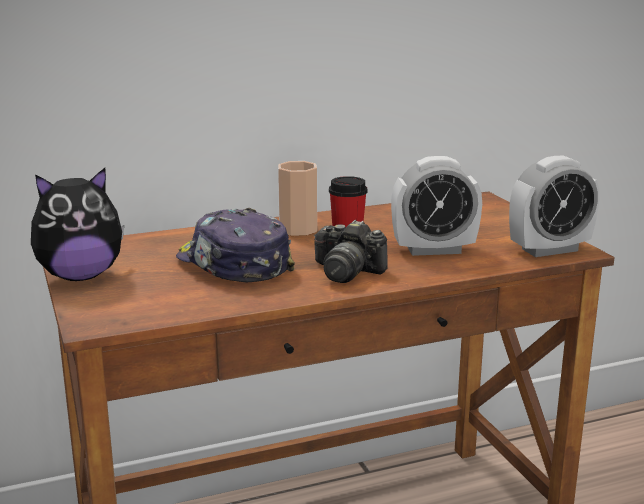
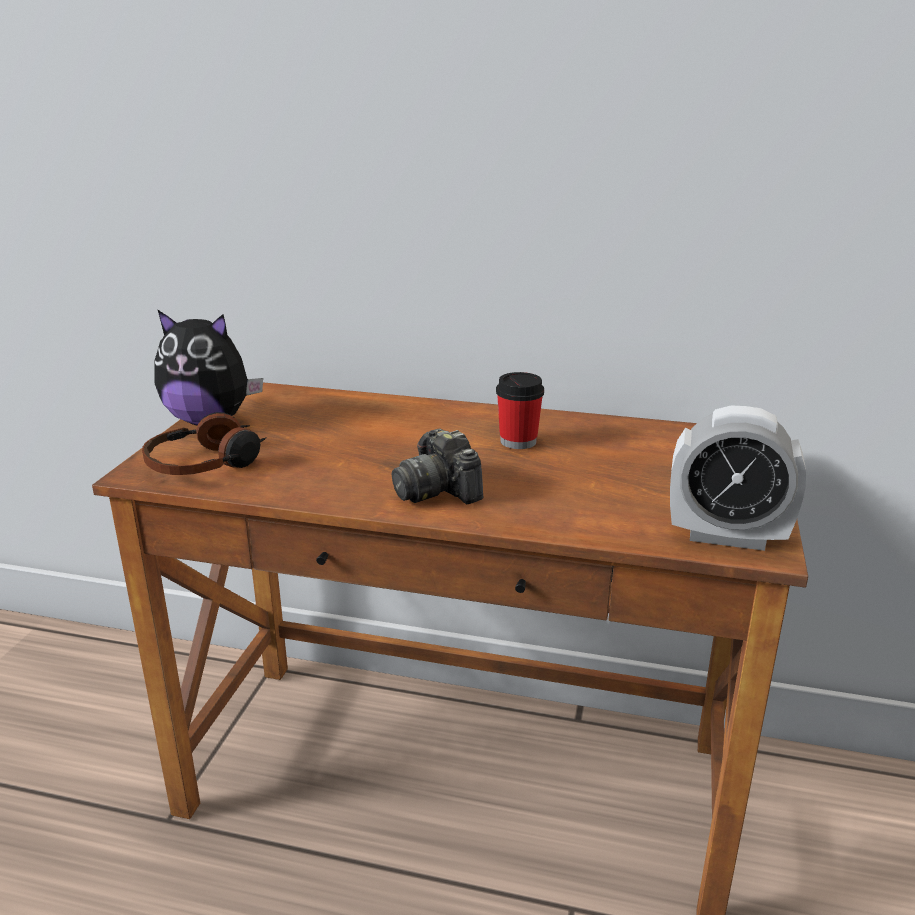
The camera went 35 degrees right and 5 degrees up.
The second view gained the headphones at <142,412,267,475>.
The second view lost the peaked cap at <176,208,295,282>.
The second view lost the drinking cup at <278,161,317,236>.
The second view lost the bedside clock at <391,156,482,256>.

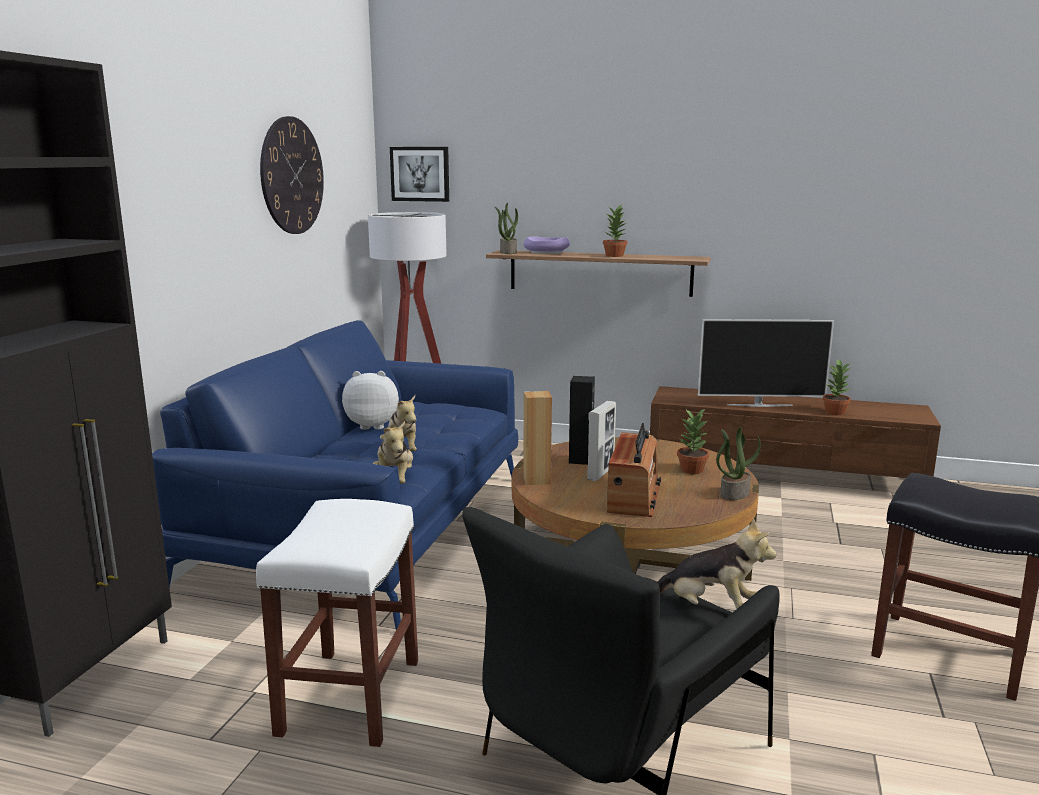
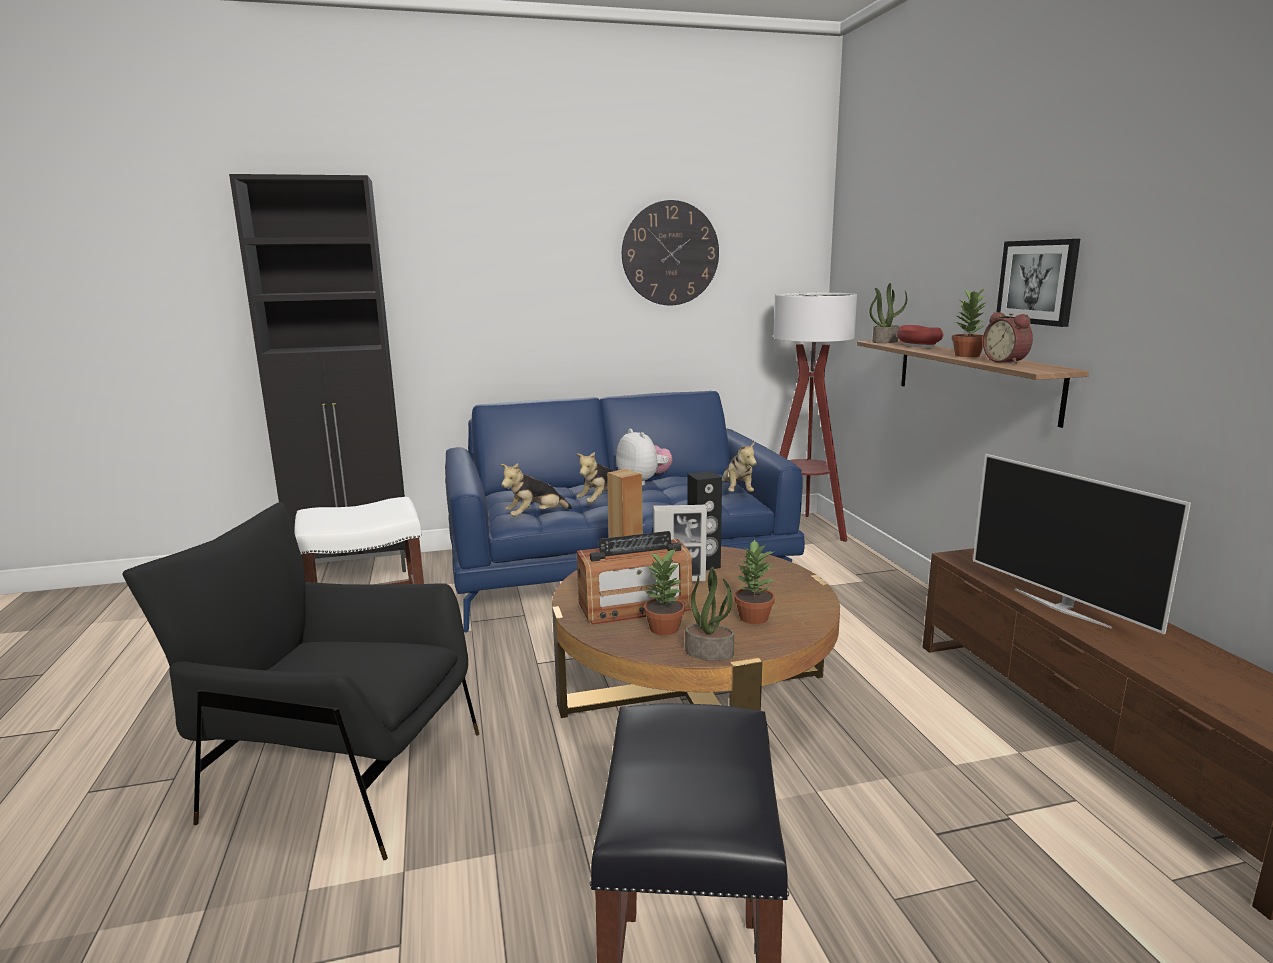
The camera went 60 degrees right and 0 degrees up.
The plant in a pot ended up elsewhere, having gone from <823,359,851,416> to <644,548,685,635>.
The plush toy ended up elsewhere, having gone from <657,519,776,609> to <722,441,757,492>.
What was the purple serving bowl at <523,236,570,254> turned into the red serving bowl at <897,325,943,348>.
The second view gained the bedside clock at <983,312,1033,364>.
The wall art ended up elsewhere, having gone from <390,147,449,202> to <996,239,1080,327>.

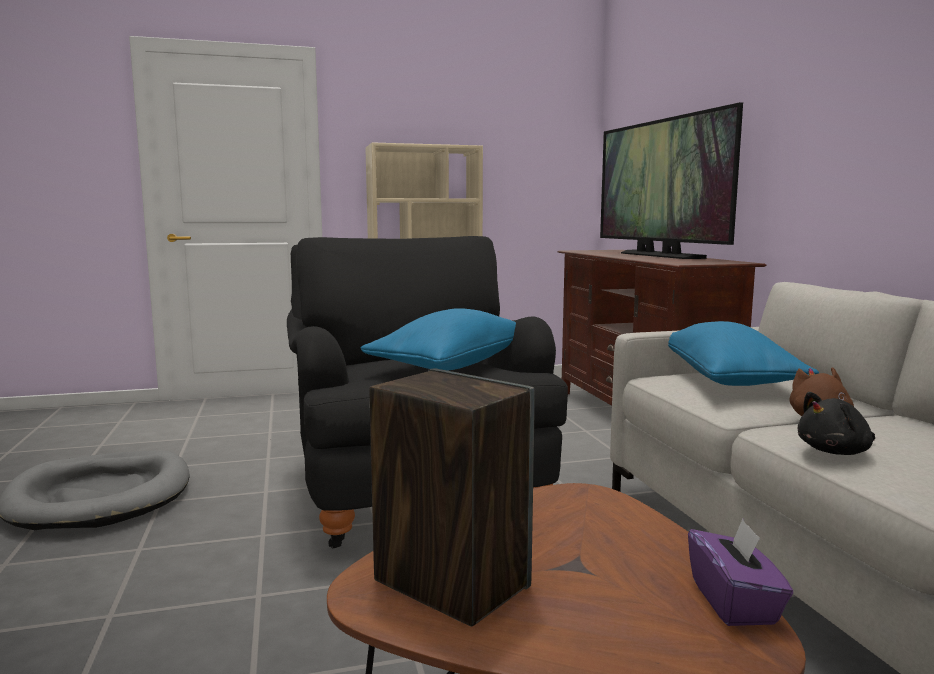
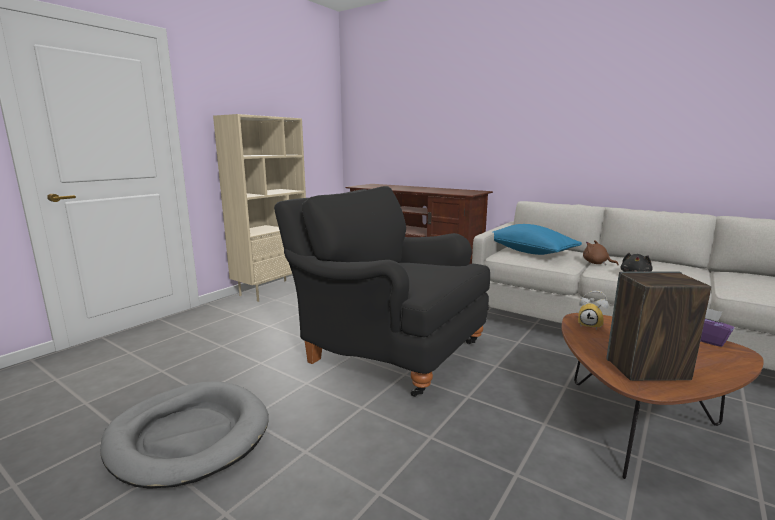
The camera went 40 degrees left and 5 degrees up.
The second view gained the bedside clock at <578,291,609,330>.
The second view lost the blue throw pillow at <361,308,516,370>.
The second view lost the television at <600,102,743,259>.

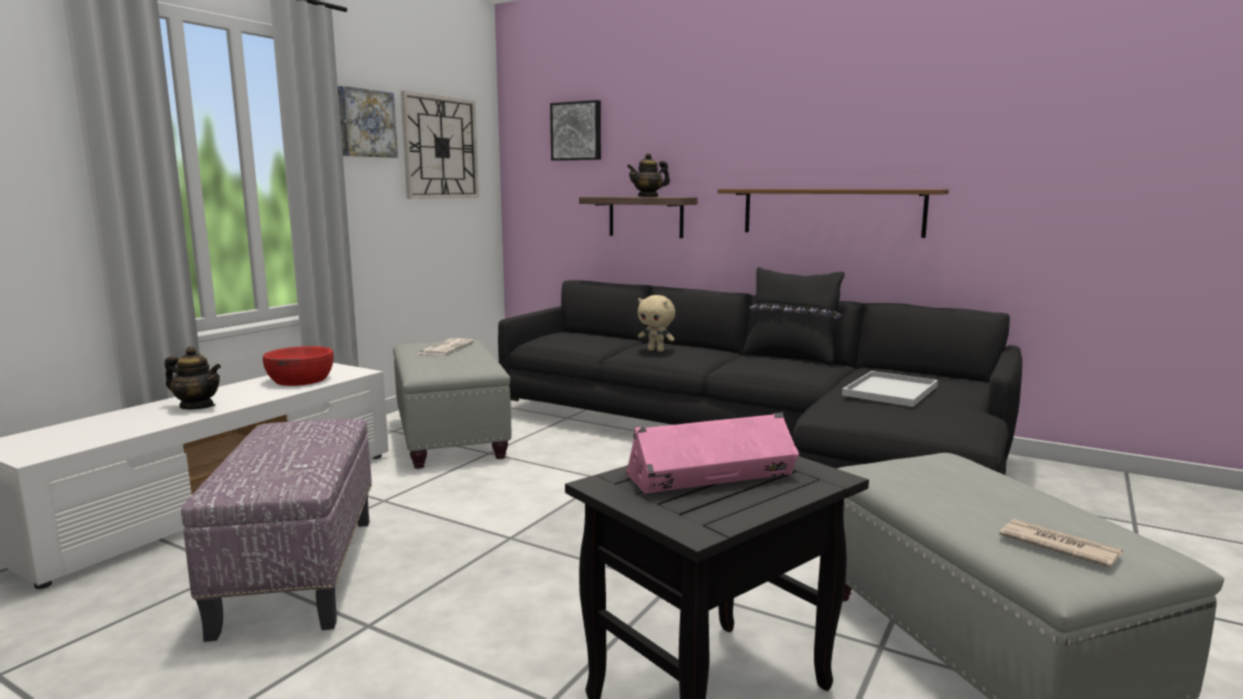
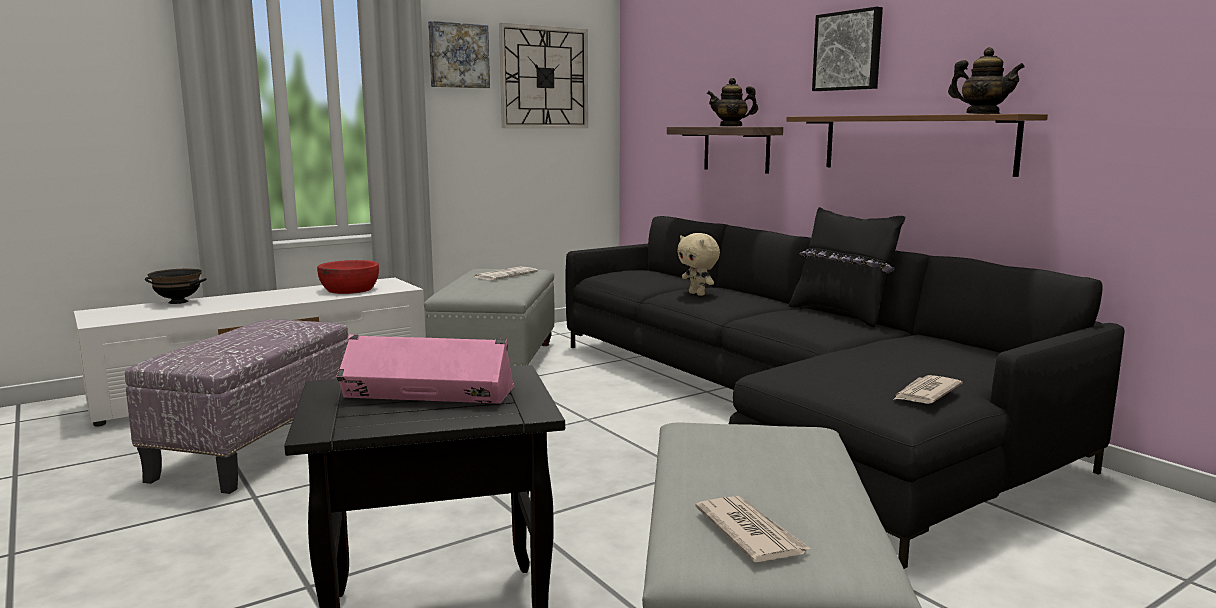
The camera went 25 degrees right and 0 degrees up.
The second view gained the black serving bowl at <145,269,207,304>.
The wall art ended up elsewhere, having gone from <550,100,601,161> to <812,7,883,91>.
The second view gained the newspaper at <893,375,962,404>.
The tea pot ended up elsewhere, having gone from <165,347,221,409> to <948,47,1025,114>.
The second view lost the white-coloured carrying tray at <842,371,938,407>.

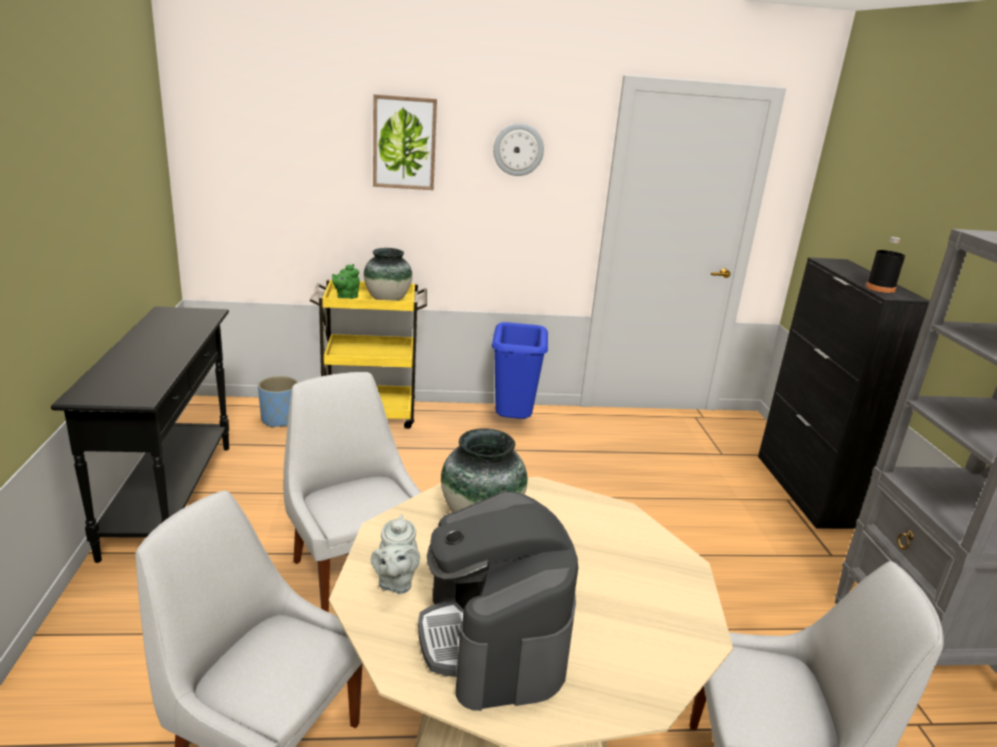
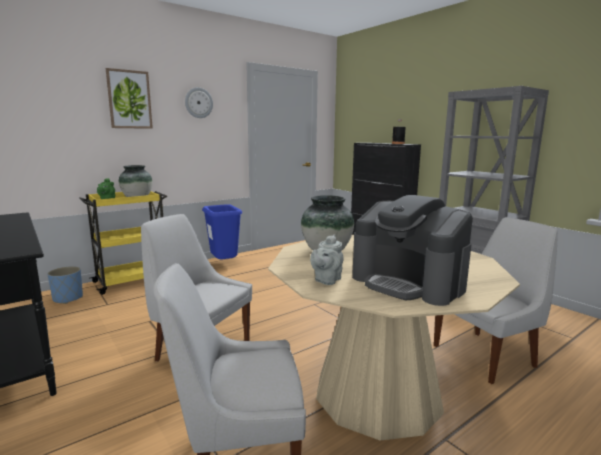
The camera went 30 degrees left and 10 degrees down.
The grey tea pot at <371,514,420,594> ended up facing another way, 60 degrees clockwise from before.

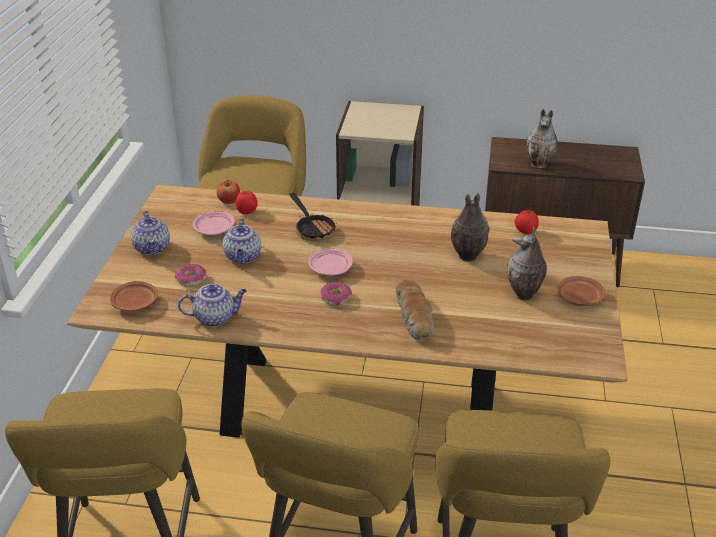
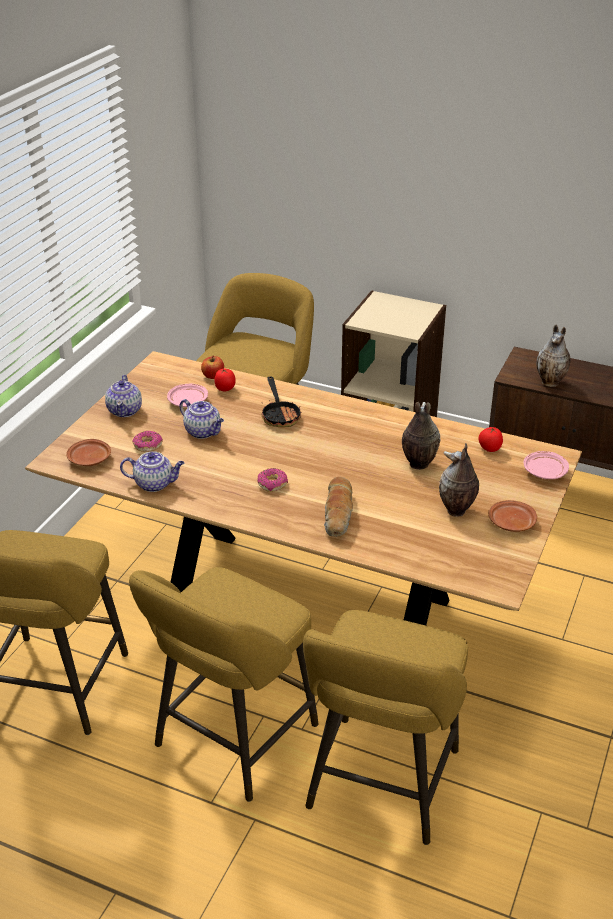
The camera went 15 degrees right and 0 degrees up.
The tea pot at <223,218,261,264> ended up facing another way, 60 degrees counterclockwise from before.
The pinkish plate ended up elsewhere, having gone from <308,248,353,276> to <524,451,569,479>.

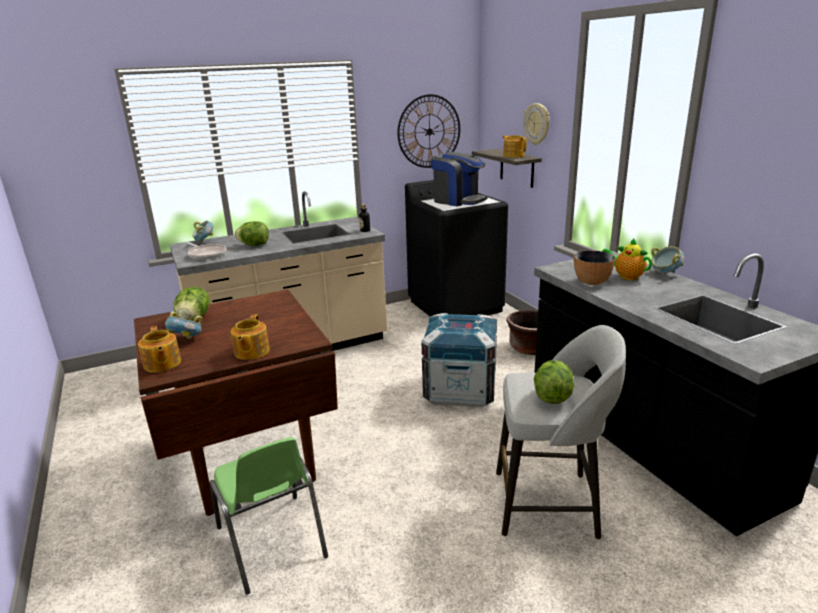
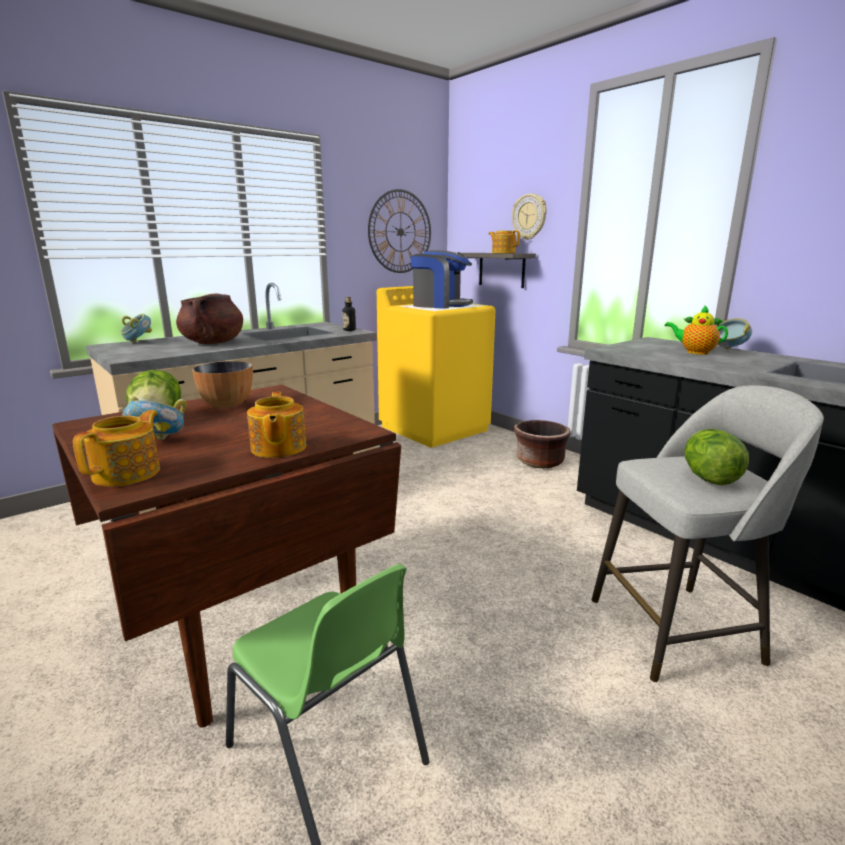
The camera went 15 degrees left and 5 degrees down.
The tea pot at <138,326,181,373> ended up facing another way, 120 degrees counterclockwise from before.
Where the lettuce stood at <235,221,269,246>, the brown cooking pot came to stand at <176,293,243,344>.
The serving bowl ended up elsewhere, having gone from <574,251,615,285> to <192,361,253,408>.
What was the black laundry appliance at <405,180,508,316> turned into the yellowish laundry appliance at <377,286,495,448>.
The second view lost the pan at <186,242,227,260>.
The second view lost the packing crate at <421,313,497,407>.

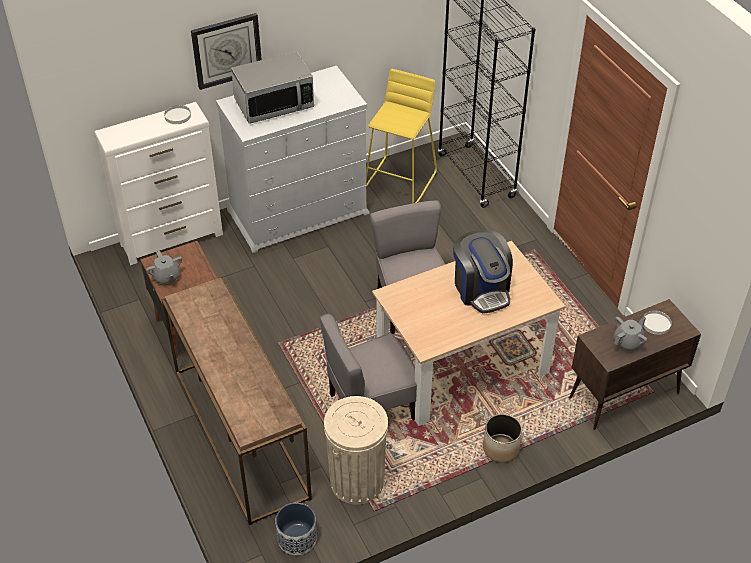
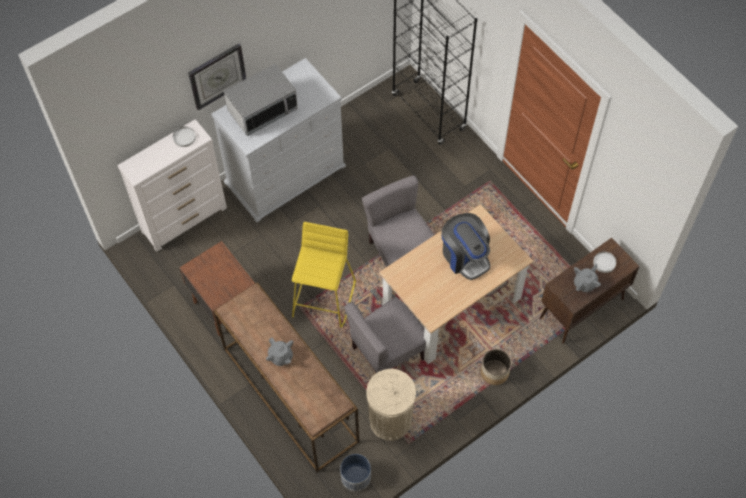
The camera went 10 degrees left and 15 degrees up.
The grey tea pot ended up elsewhere, having gone from <146,251,182,285> to <266,338,294,366>.
The yellowish stool ended up elsewhere, having gone from <366,69,437,203> to <292,222,356,328>.

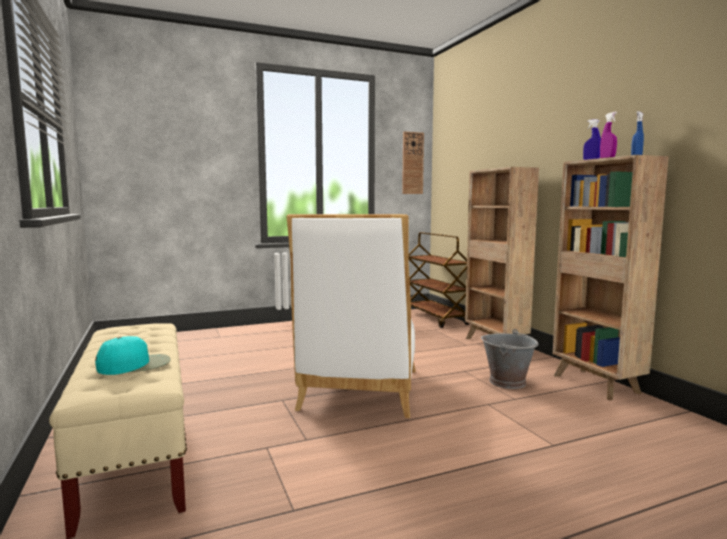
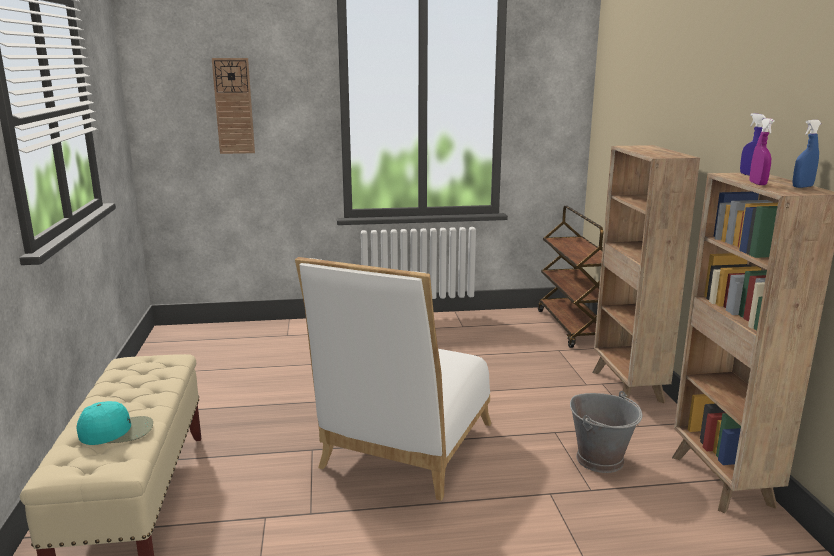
The camera went 15 degrees right and 10 degrees up.
The clock on the wall ended up elsewhere, having gone from <402,131,424,194> to <212,58,255,154>.

